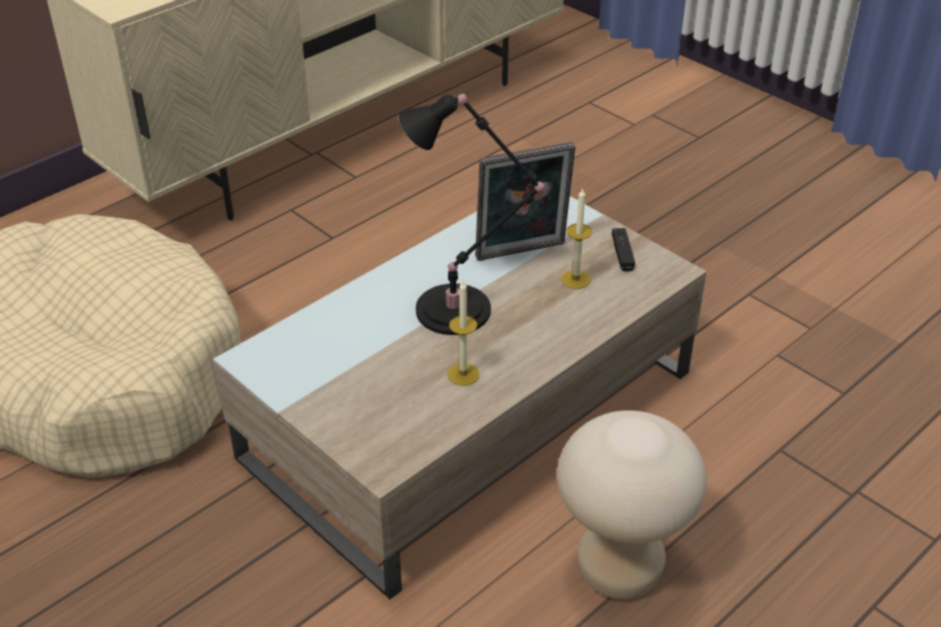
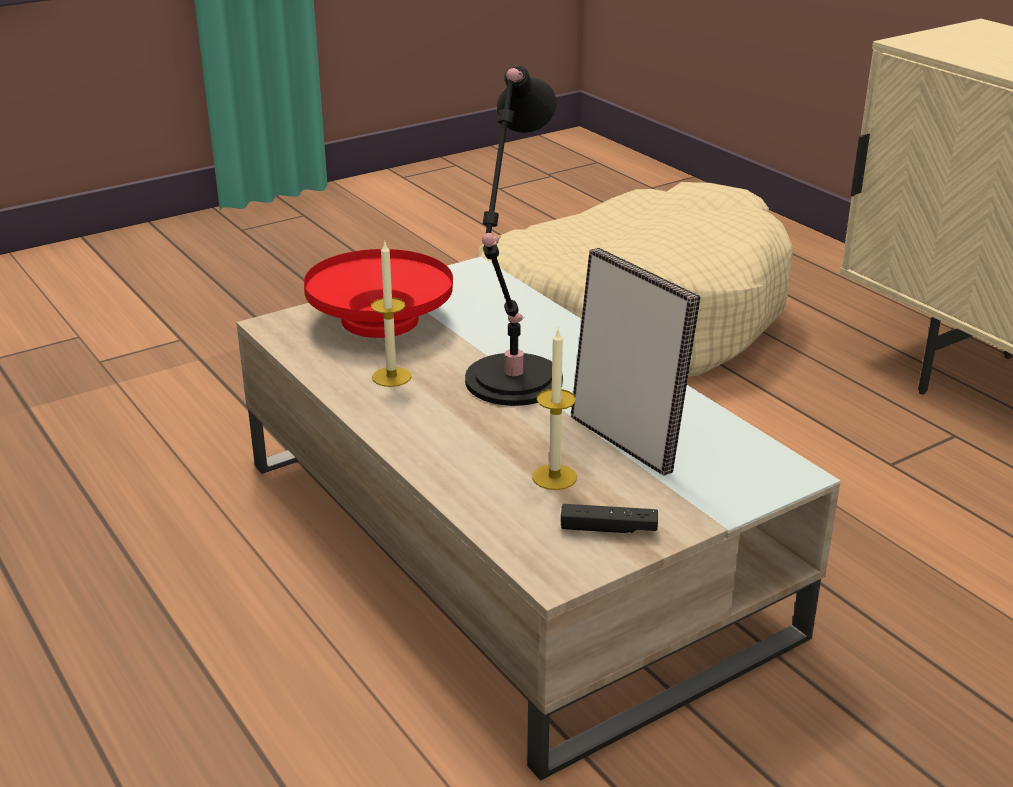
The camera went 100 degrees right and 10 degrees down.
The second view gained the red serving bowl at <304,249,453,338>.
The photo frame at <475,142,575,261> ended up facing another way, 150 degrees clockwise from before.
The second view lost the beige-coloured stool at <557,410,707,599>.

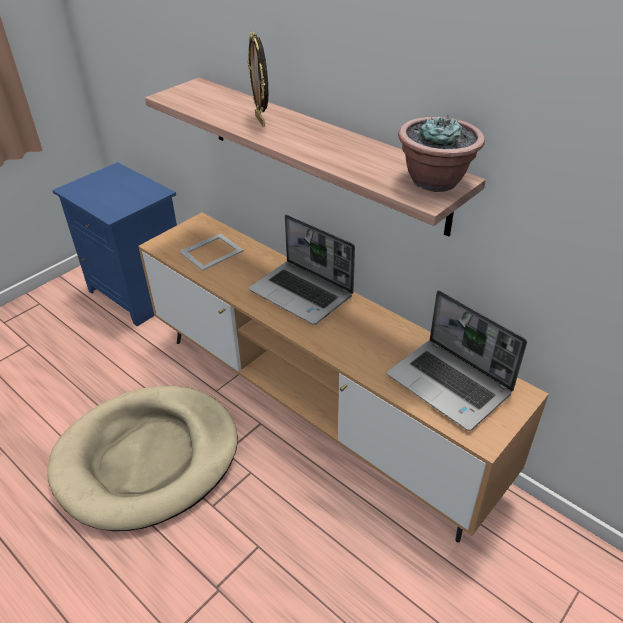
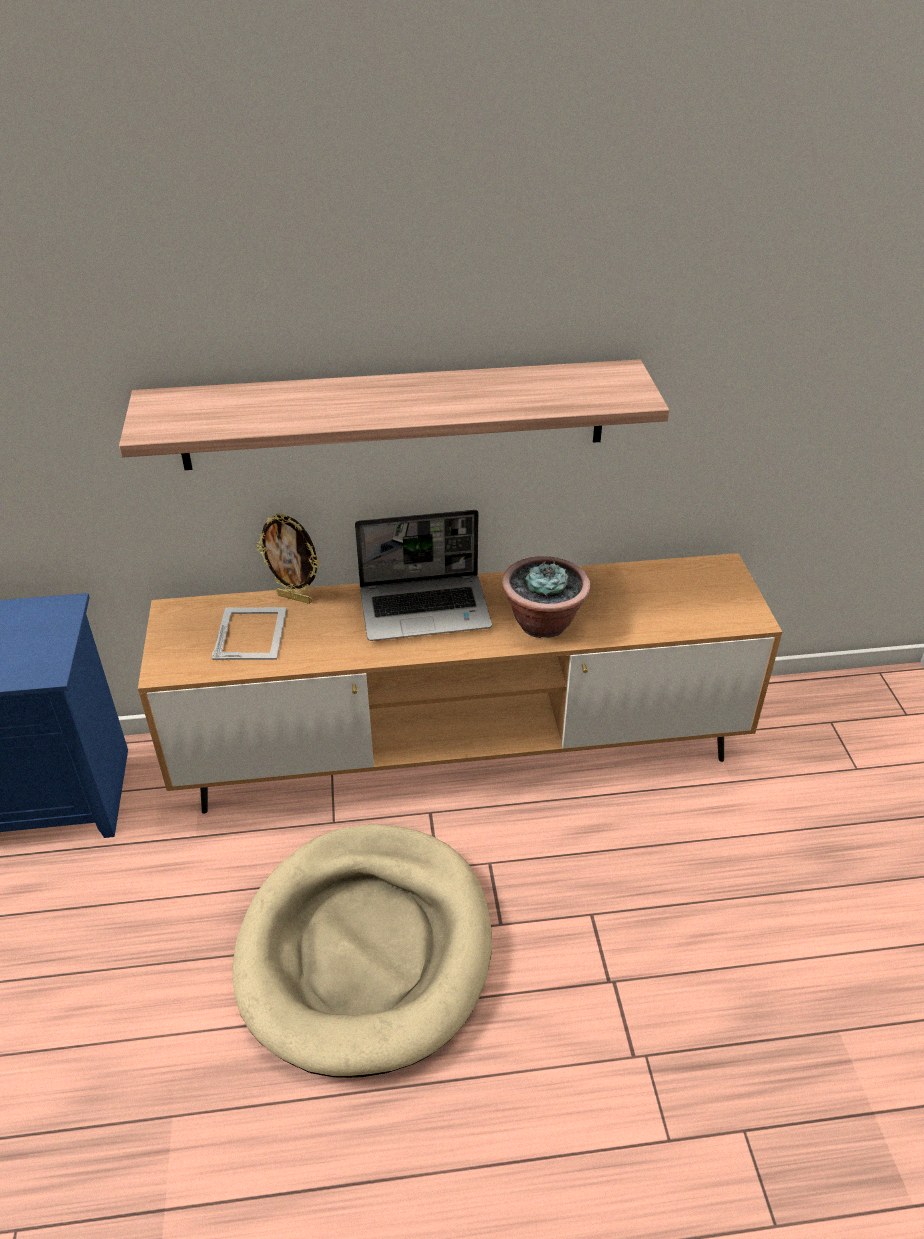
The camera went 50 degrees left and 0 degrees up.
The photo frame ended up elsewhere, having gone from <248,31,268,127> to <256,513,320,604>.
The plant in a pot ended up elsewhere, having gone from <398,115,485,192> to <502,556,591,638>.
The second view lost the portable computer at <387,290,527,431>.

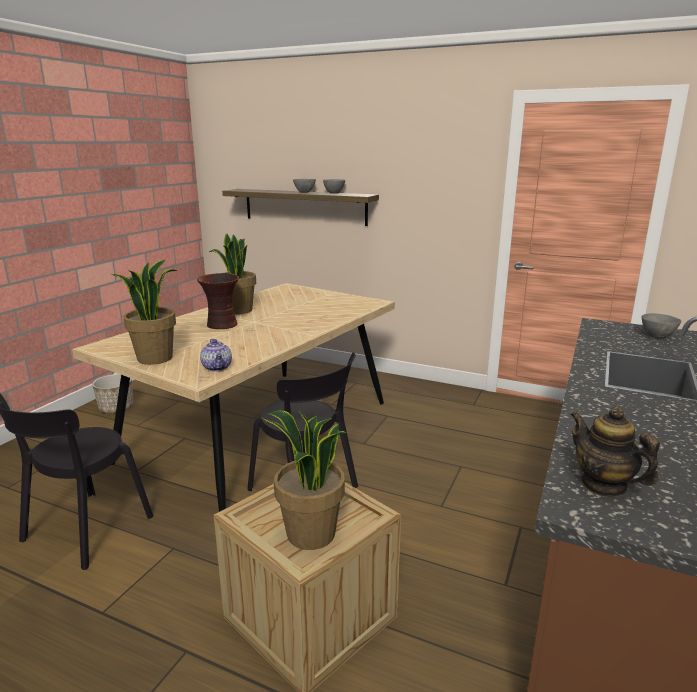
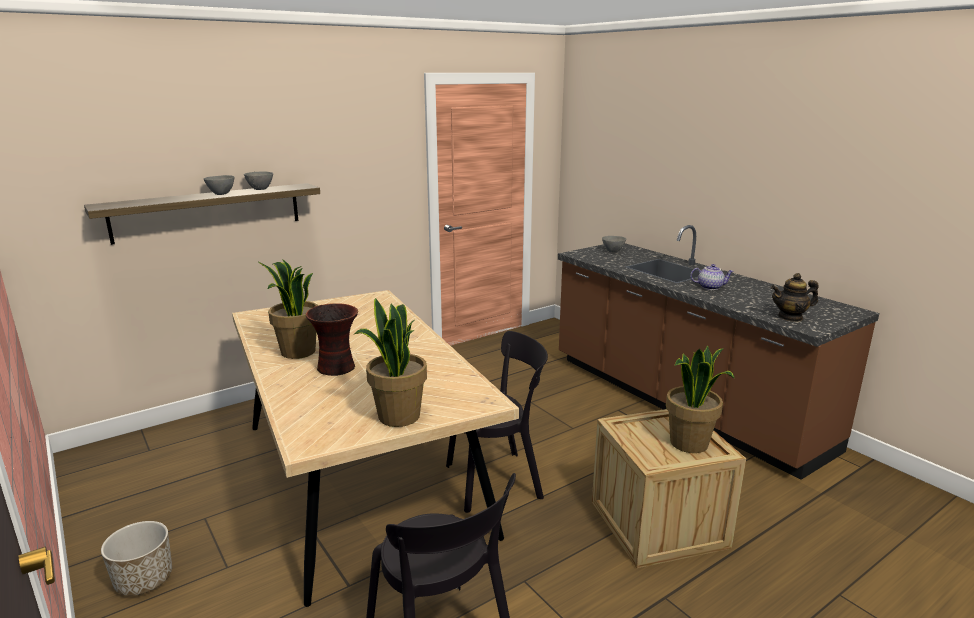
The camera went 60 degrees left and 0 degrees up.
The tea pot ended up elsewhere, having gone from <200,339,232,372> to <690,264,734,290>.

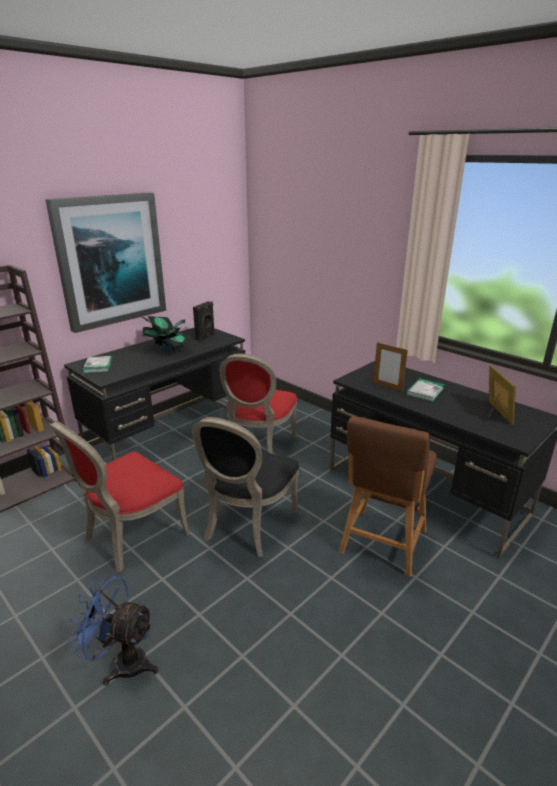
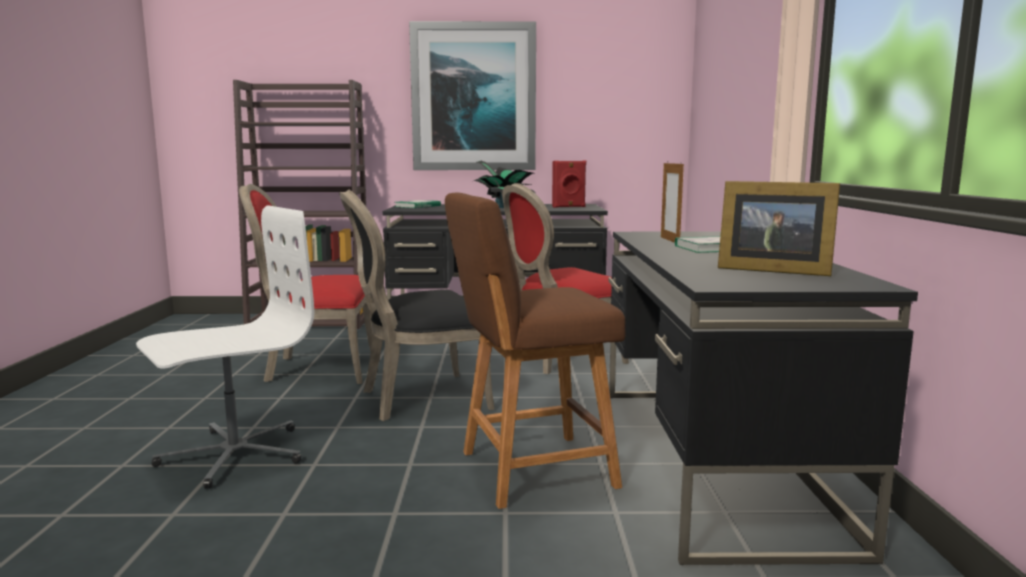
The camera went 45 degrees right and 15 degrees down.
The second view gained the white-coloured office chair at <136,206,314,489>.
What was the black audio speaker at <193,301,215,341> turned into the red audio speaker at <552,161,586,208>.
The photo frame at <486,365,516,425> ended up facing another way, 75 degrees clockwise from before.
The second view lost the blue fan at <67,575,159,685>.

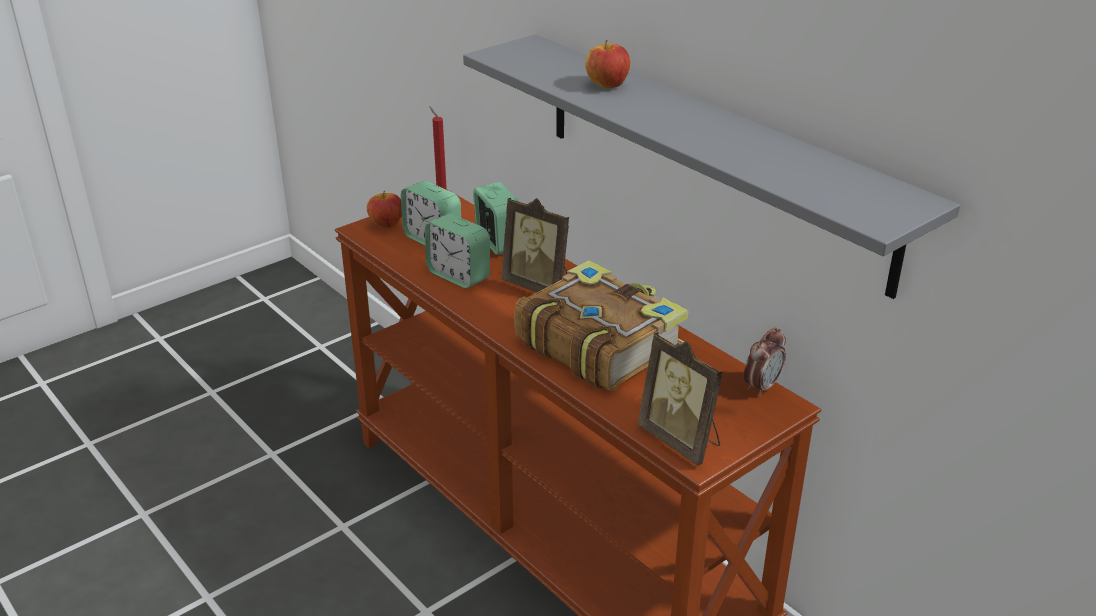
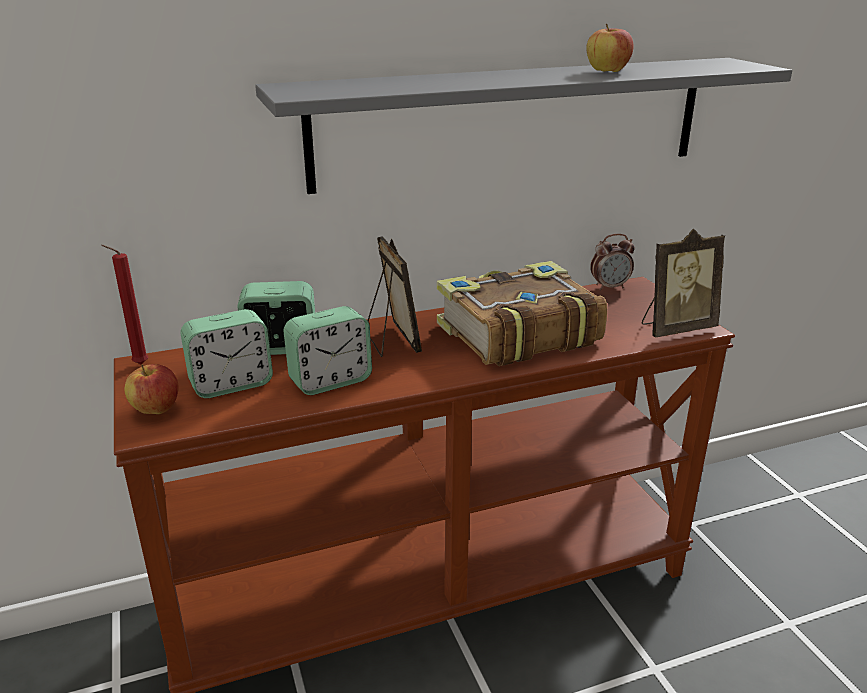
The camera went 70 degrees left and 5 degrees down.
The photo frame at <501,198,569,292> ended up facing another way, 75 degrees counterclockwise from before.
The apple fruit ended up elsewhere, having gone from <585,40,630,88> to <586,24,633,72>.
The bedside clock at <744,327,786,397> ended up facing another way, 105 degrees clockwise from before.

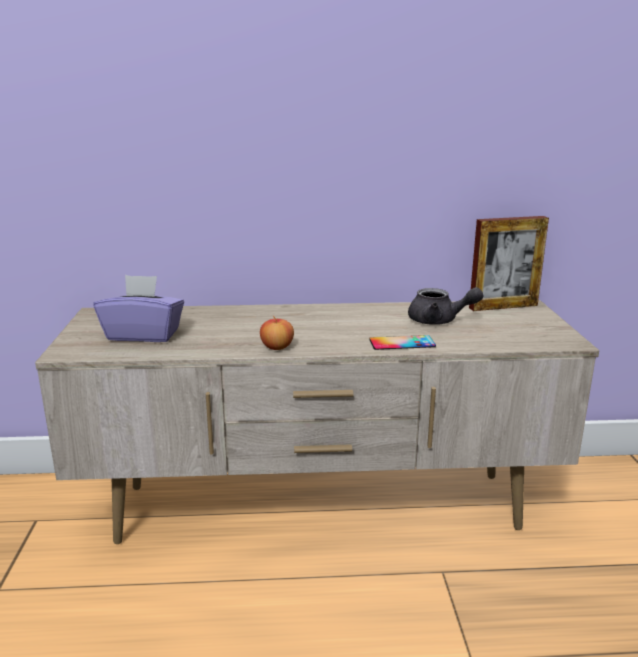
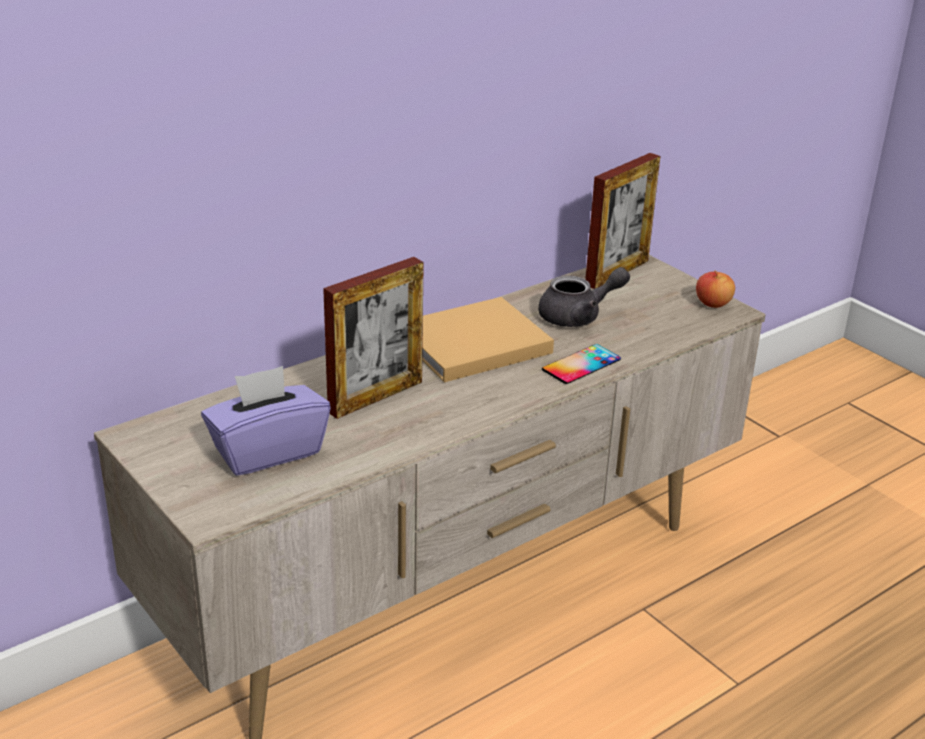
The camera went 35 degrees left and 10 degrees up.
The second view gained the photo frame at <323,257,424,419>.
The second view gained the beige-coloured book at <422,297,554,383>.
The apple fruit ended up elsewhere, having gone from <260,316,294,350> to <696,271,735,308>.

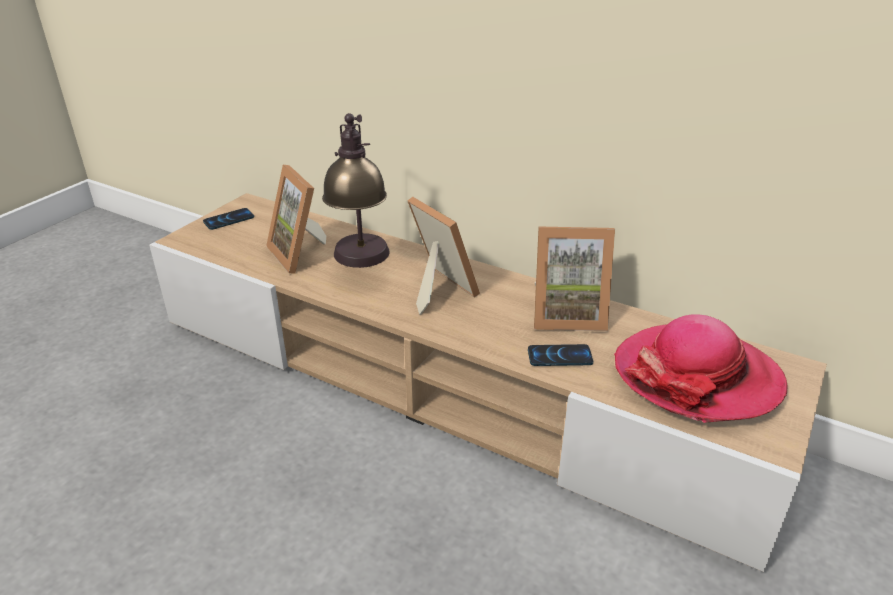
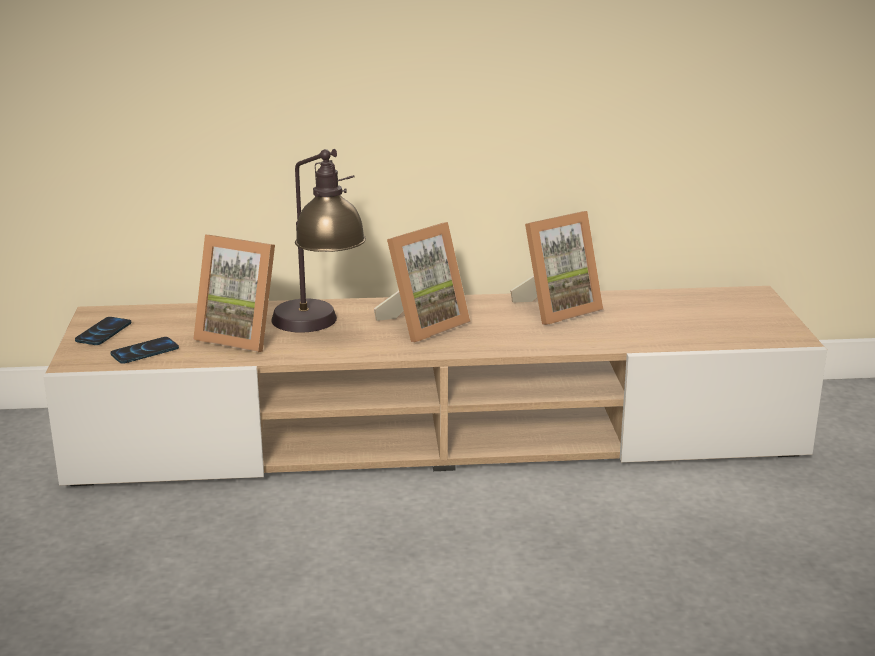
The camera went 35 degrees left and 10 degrees down.
The telephone ended up elsewhere, having gone from <528,344,593,366> to <110,337,179,364>.
The photo frame at <407,197,480,315> ended up facing another way, 120 degrees clockwise from before.
The second view lost the wearable hat at <614,314,788,423>.

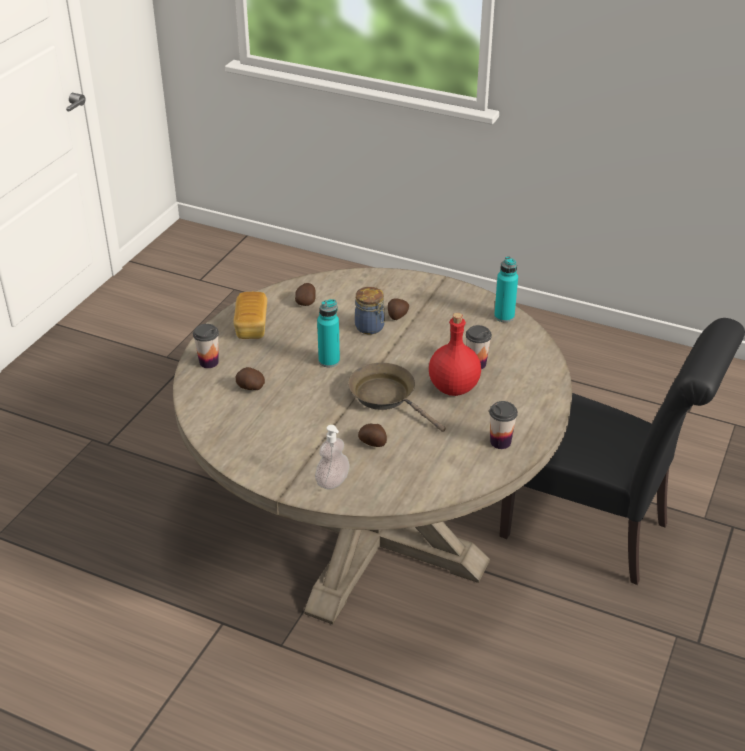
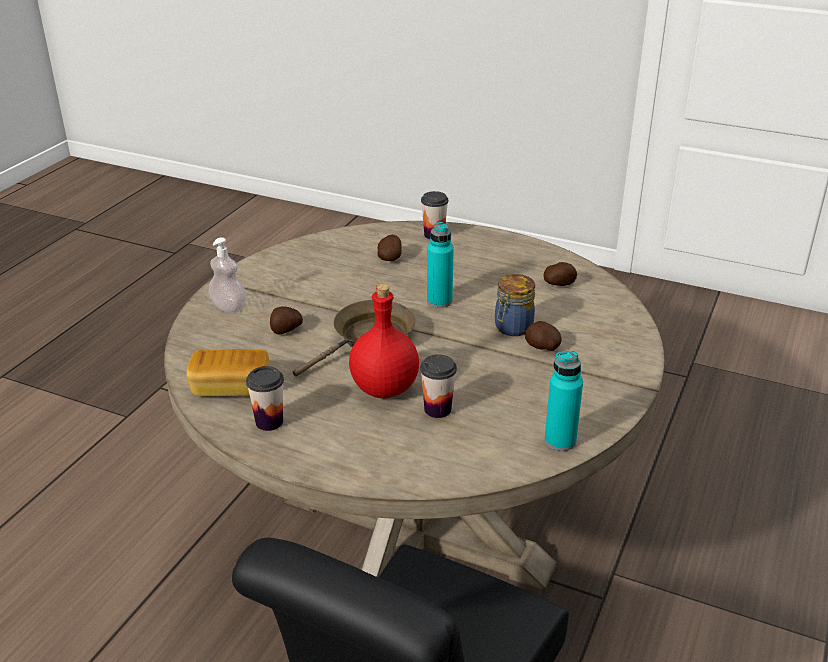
The camera went 90 degrees right and 5 degrees down.
The bakery bread ended up elsewhere, having gone from <234,292,267,339> to <187,349,269,397>.

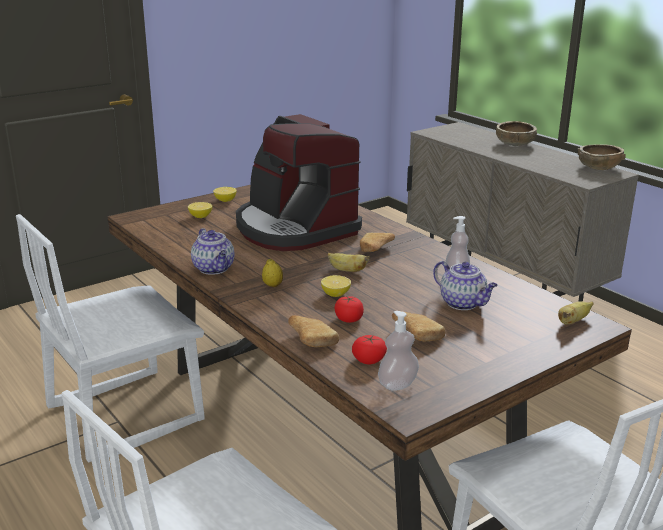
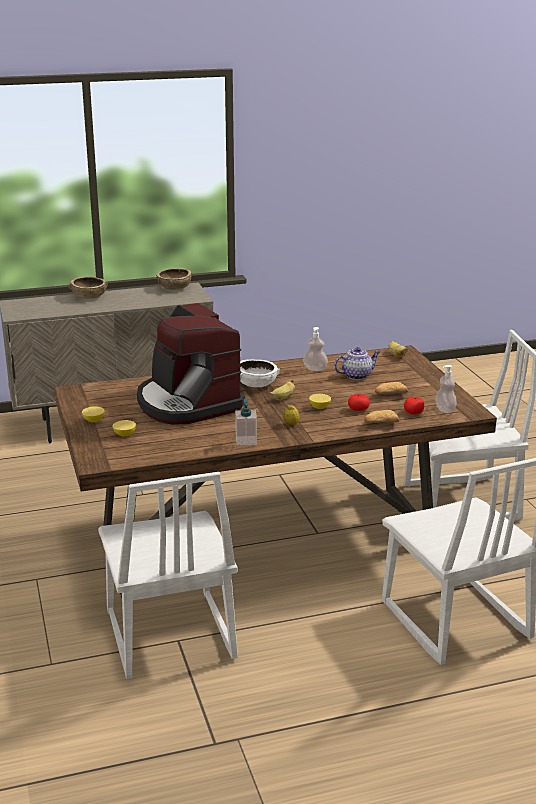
The camera went 70 degrees left and 0 degrees up.
The coffee brewer at <236,114,362,251> ended up facing another way, 75 degrees clockwise from before.
Where the tea pot stood at <191,228,235,275>, the soap dispenser came to stand at <235,398,257,445>.
Where the bakery bread stood at <360,233,395,252>, the white-coloured serving bowl came to stand at <240,359,280,387>.

